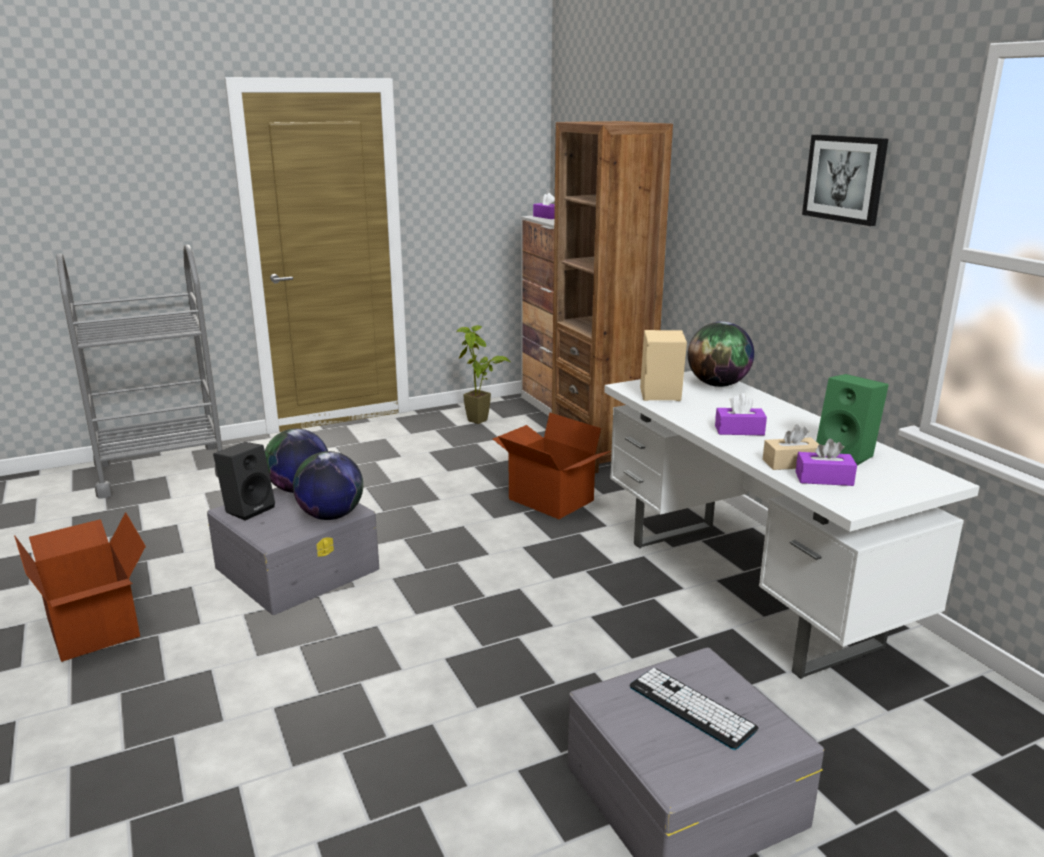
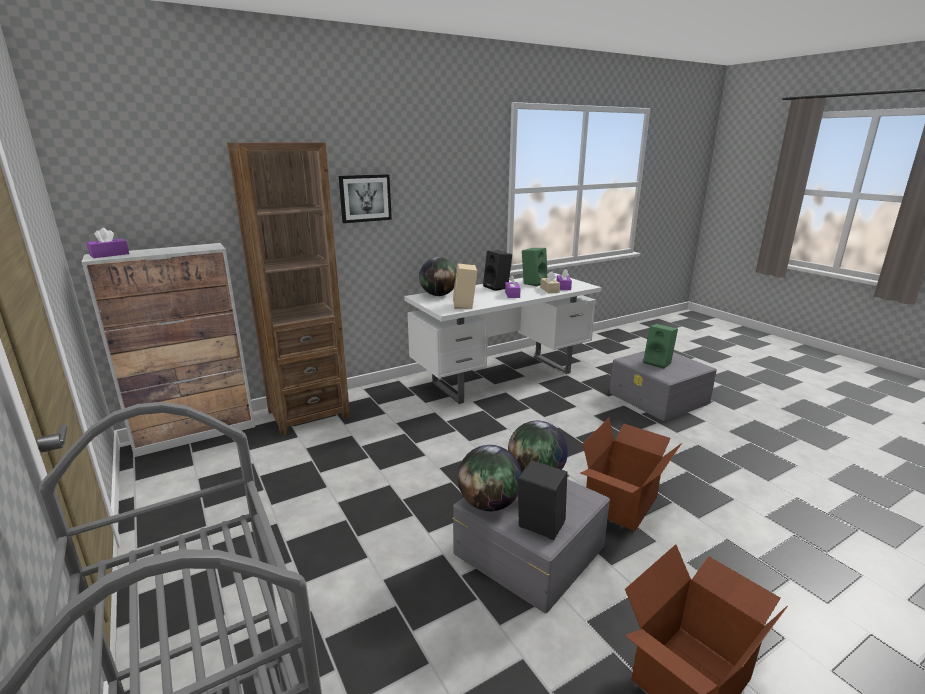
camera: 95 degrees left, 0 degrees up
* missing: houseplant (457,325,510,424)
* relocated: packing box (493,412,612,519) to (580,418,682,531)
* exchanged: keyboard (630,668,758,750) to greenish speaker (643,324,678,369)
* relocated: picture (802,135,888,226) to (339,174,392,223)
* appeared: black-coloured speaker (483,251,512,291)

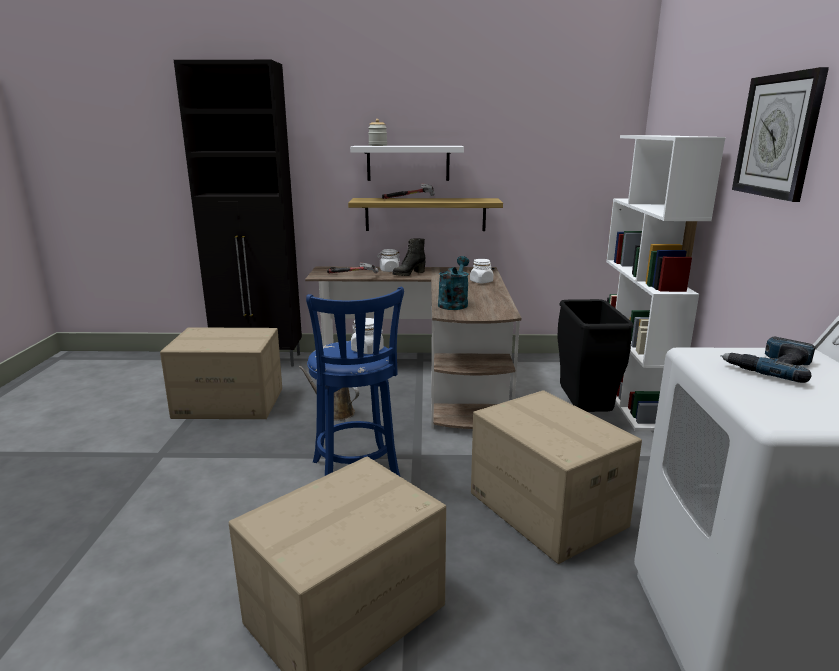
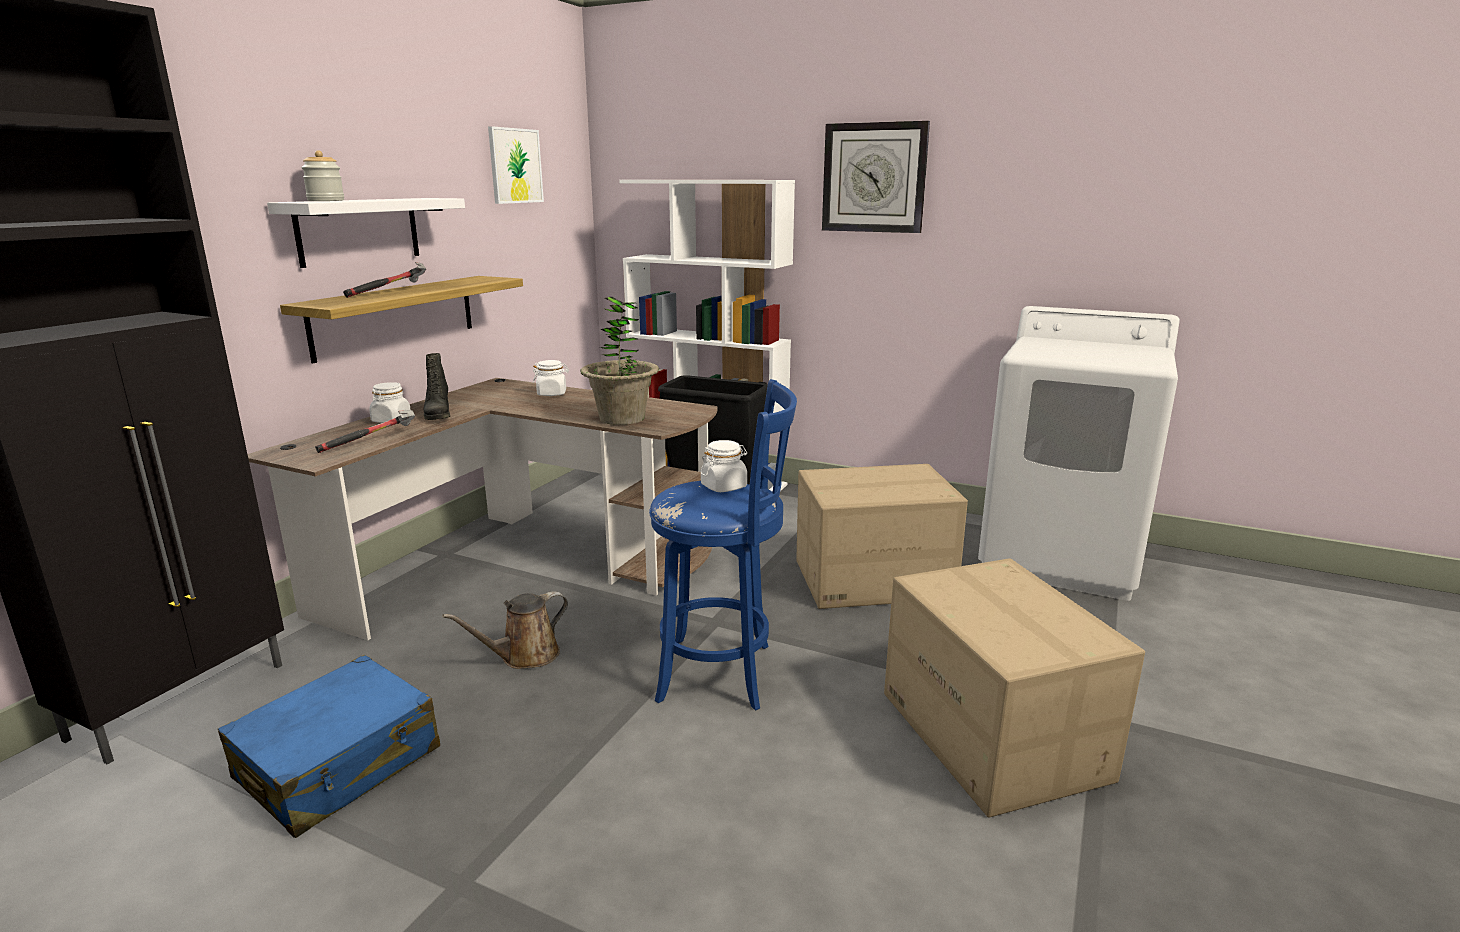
camera: 65 degrees left, 0 degrees up
* exchanged: packing box (160,327,282,419) to blue-coloured piece of luggage (218,655,440,838)
* exchanged: turquoise watering pot (438,256,469,310) to houseplant (580,297,659,425)
* missing: power drill (721,337,816,383)
* appeared: picture (488,126,544,204)

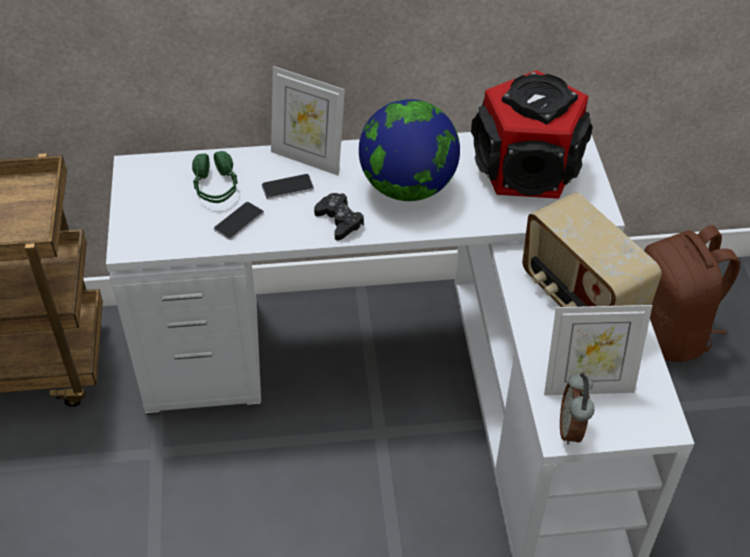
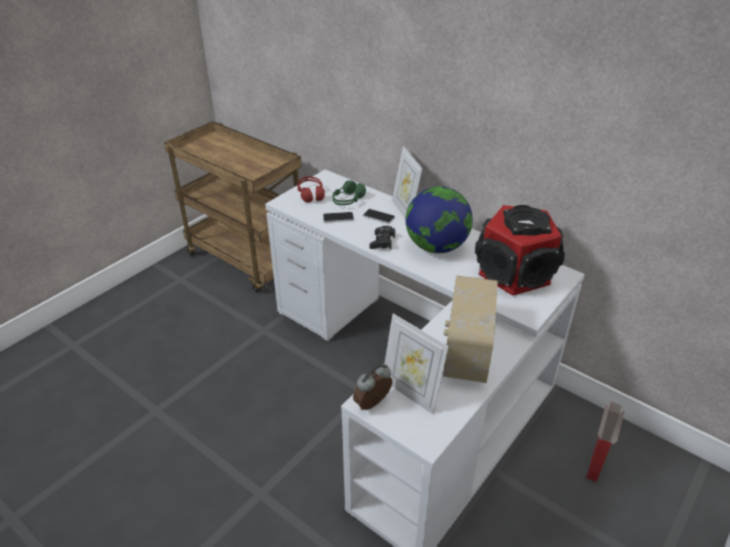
camera: 45 degrees right, 10 degrees down
* exchanged: brown knapsack (644,225,740,362) to packing box (586,402,625,482)
* appeared: reddish headphones (297,176,325,202)

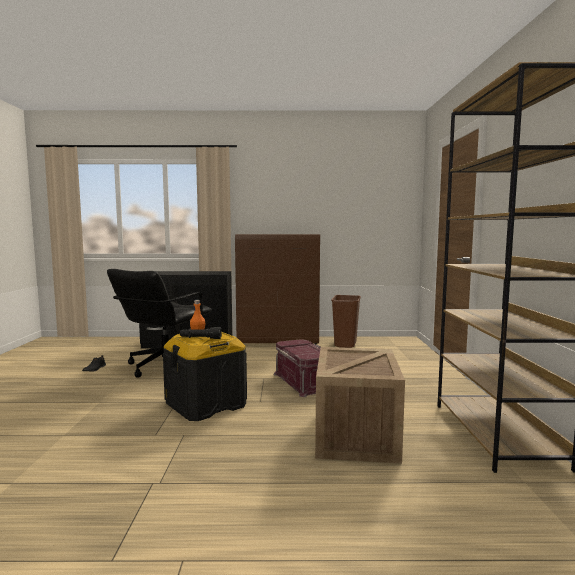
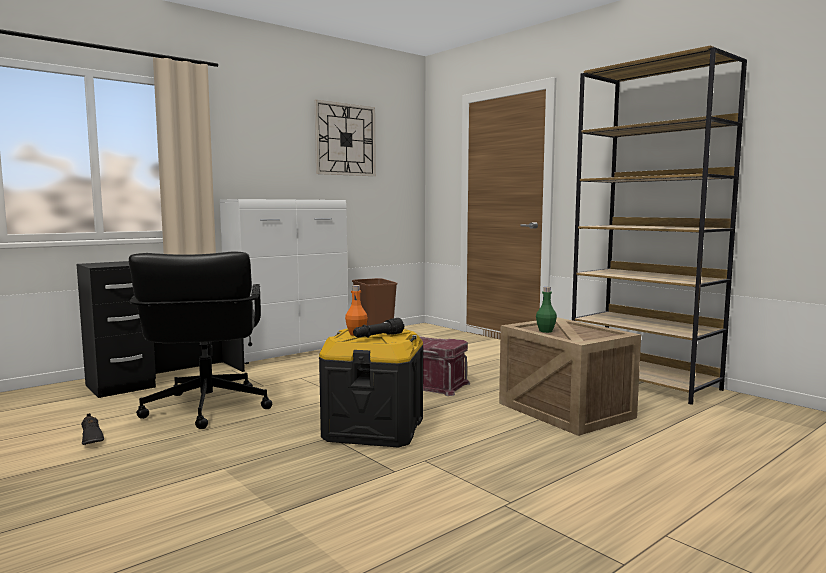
camera: 40 degrees left, 0 degrees up
* colour: brown cabinet (235,234,320,344) to white cabinet (220,199,348,364)
* appeared: hanging clock (315,100,376,176)
* appeared: greenish bottle (536,287,557,333)

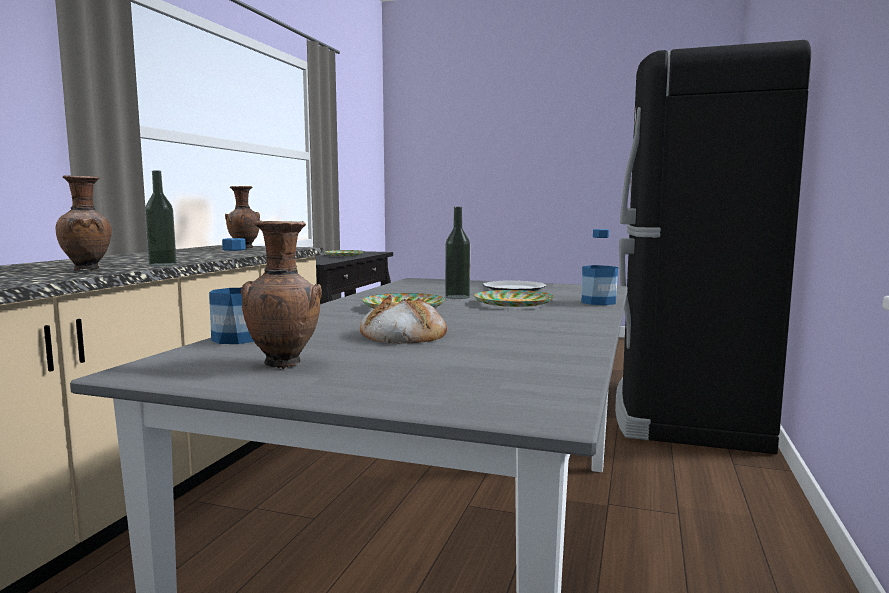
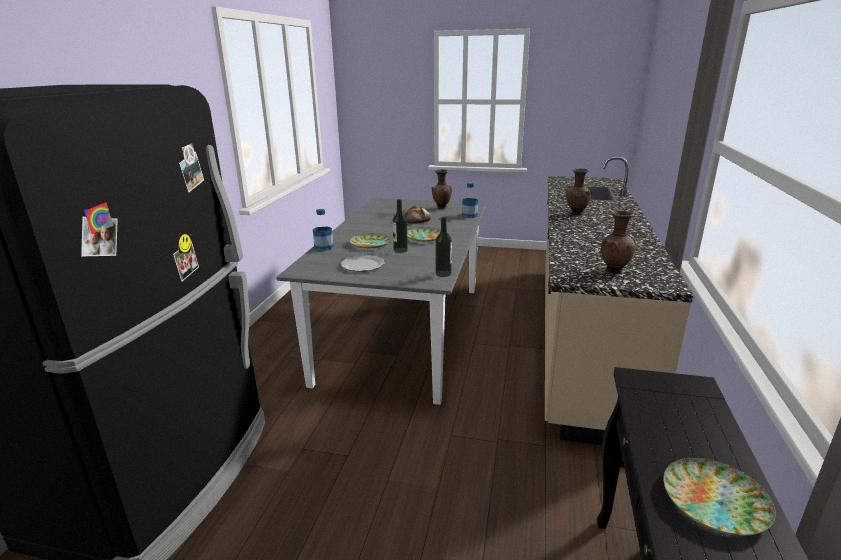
camera: 175 degrees right, 15 degrees up
* relocated: bottle (145,170,177,266) to (436,217,452,277)

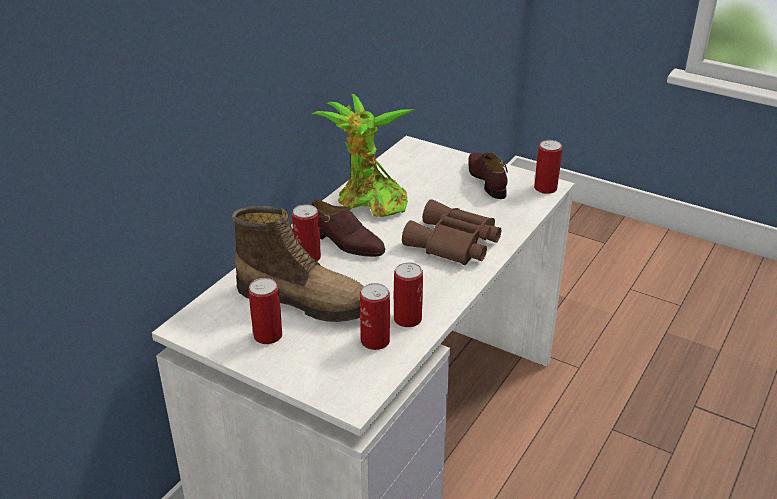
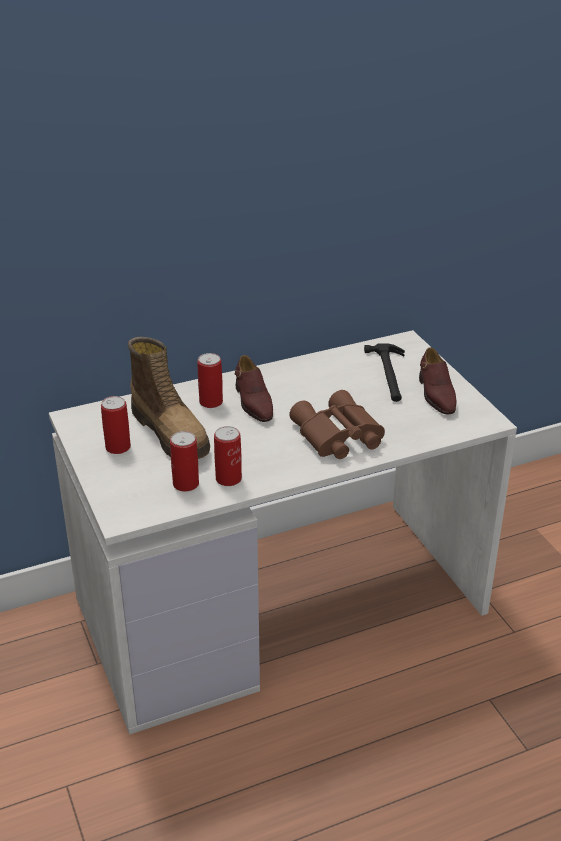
camera: 35 degrees right, 0 degrees up
* missing: houseplant (312,94,414,217)
* spun: brown item of footwear (468,152,508,199) = (419,347,456,414) 150 degrees clockwise
* missing: metal can (534,140,562,194)
* appeared: tool hammer (364,343,405,402)

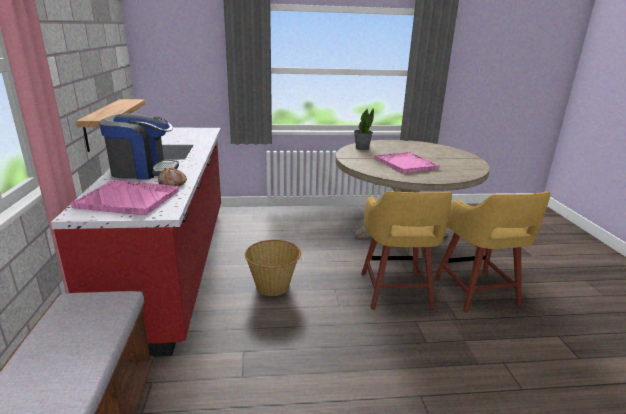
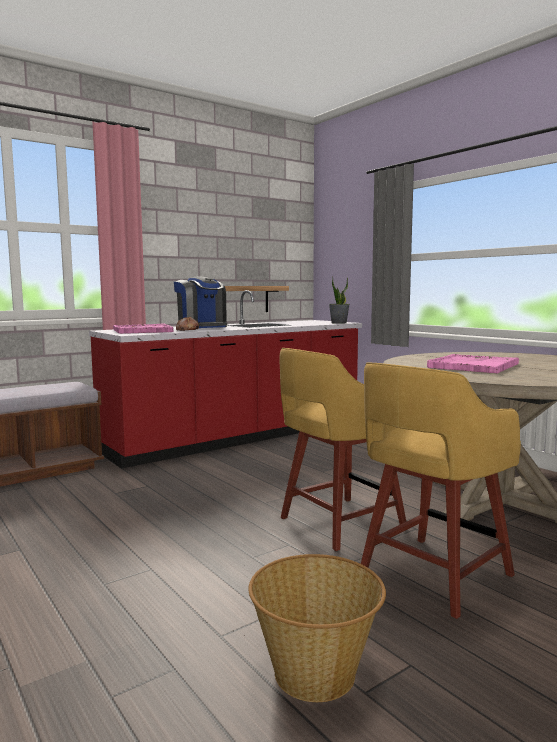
camera: 60 degrees right, 15 degrees down
* relocated: storage basket (245,240,301,296) to (248,554,386,702)
* relocated: houseplant (354,108,374,150) to (329,276,350,324)

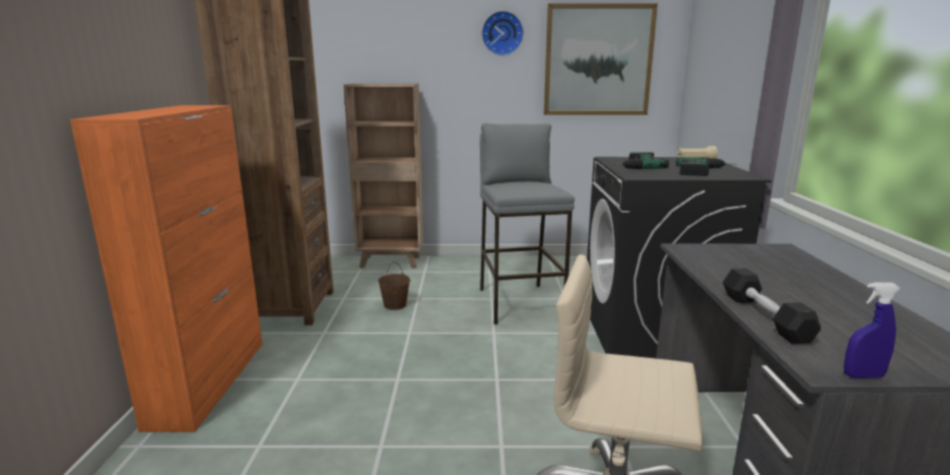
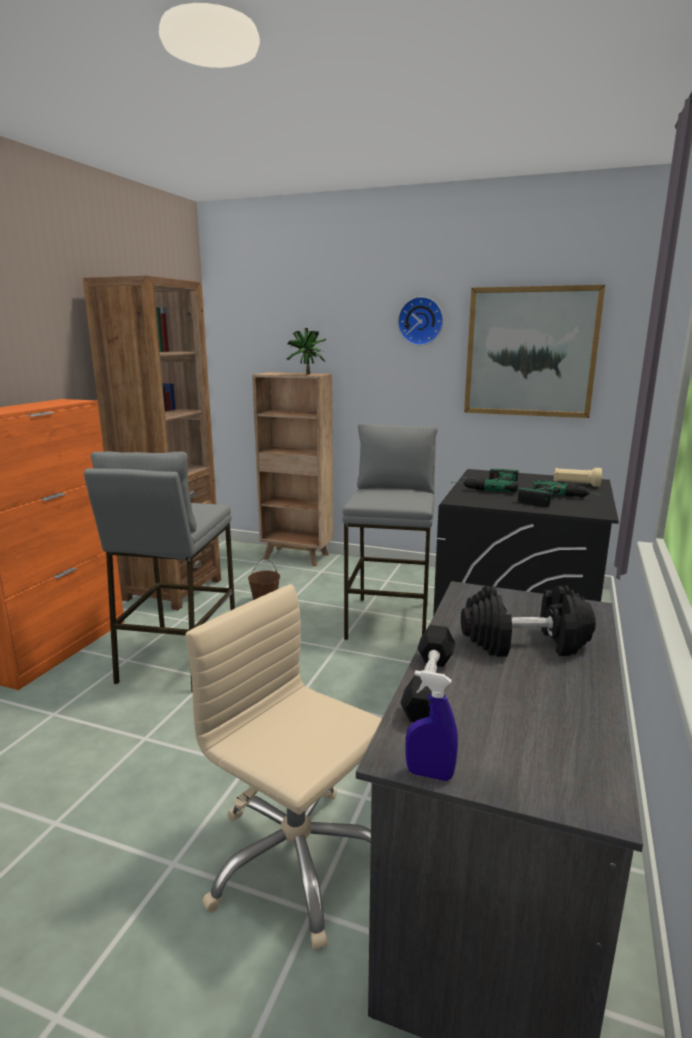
camera: 20 degrees right, 0 degrees up
* appeared: greyish stool (84,451,235,692)
* appeared: houseplant (286,328,326,374)
* appeared: black-coloured dumbbell (461,586,596,657)

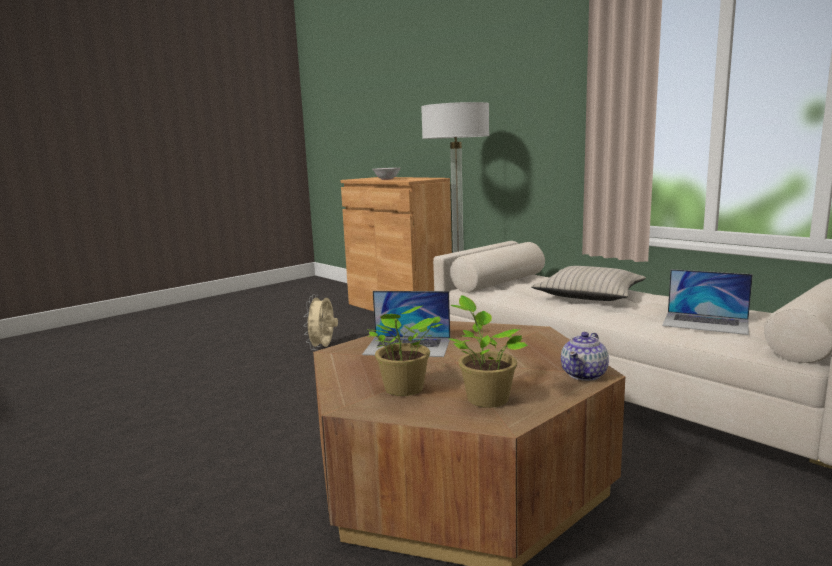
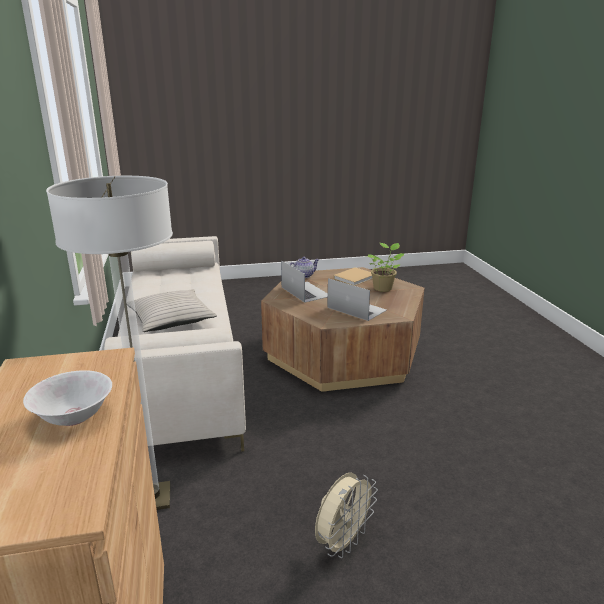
camera: 150 degrees left, 10 degrees up
* exchanged: houseplant (449,295,528,408) to beige bound book (333,267,372,286)
* relocated: laptop (662,269,753,335) to (281,260,328,303)

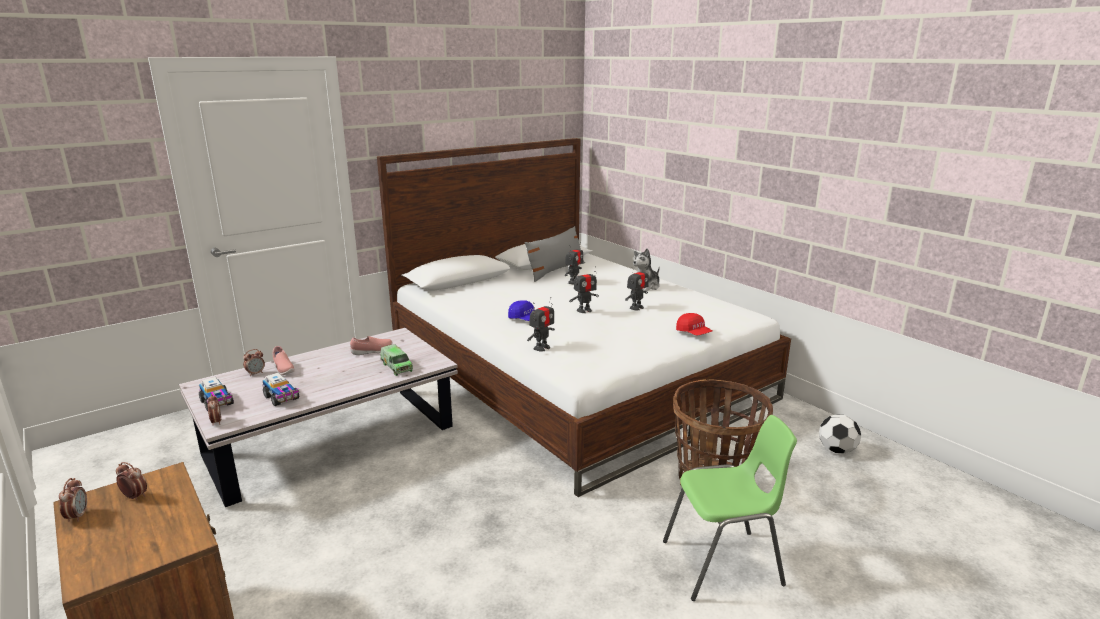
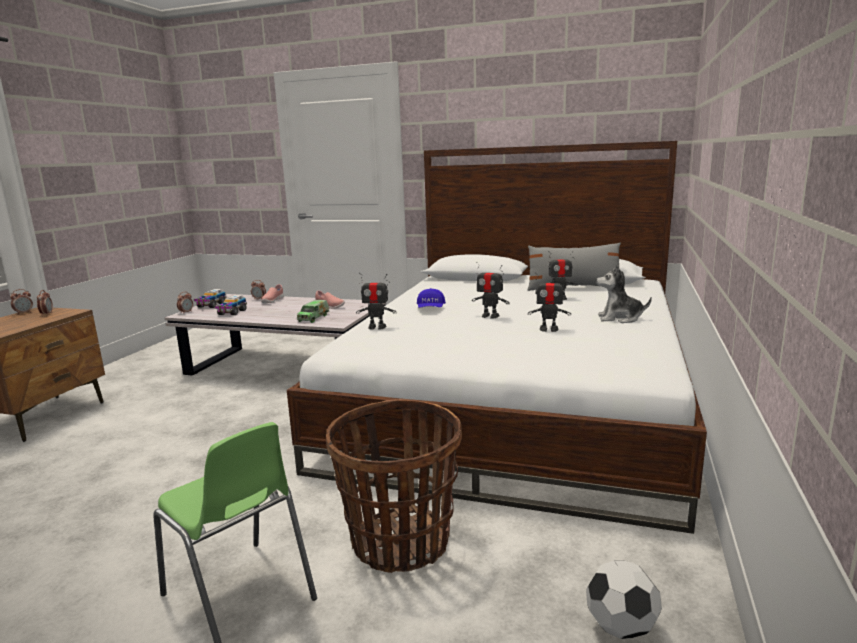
camera: 55 degrees right, 5 degrees down
* missing: reddish cap (676,313,712,335)

